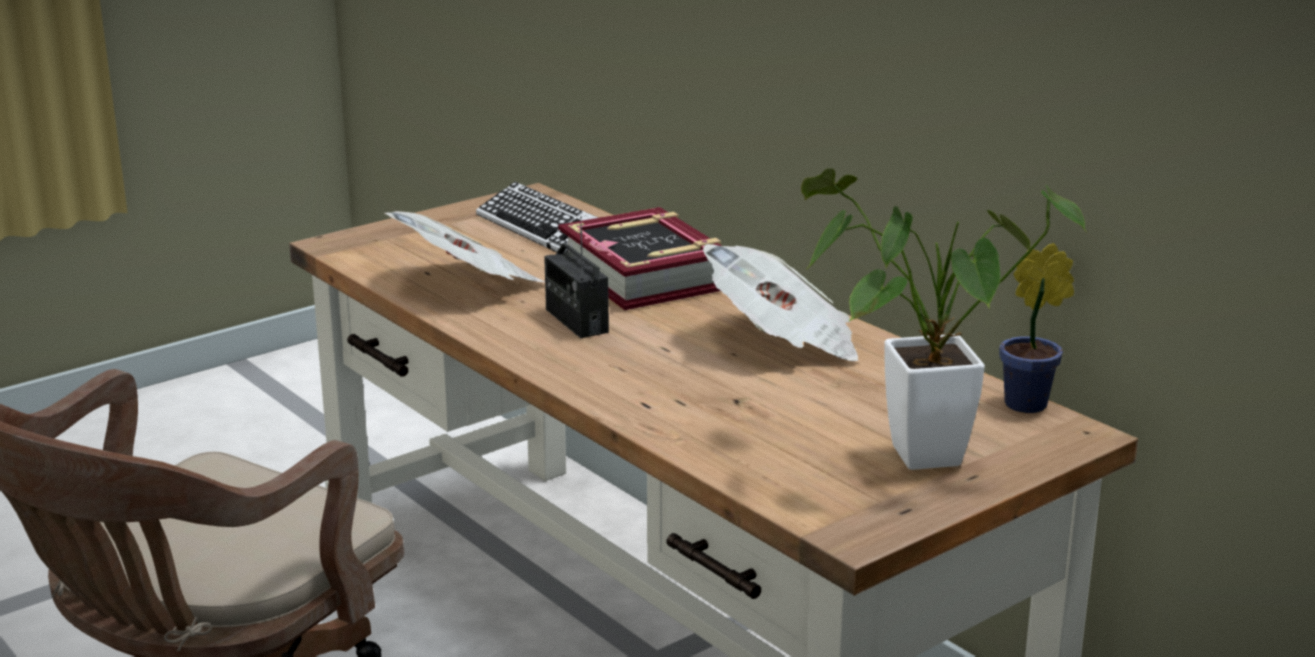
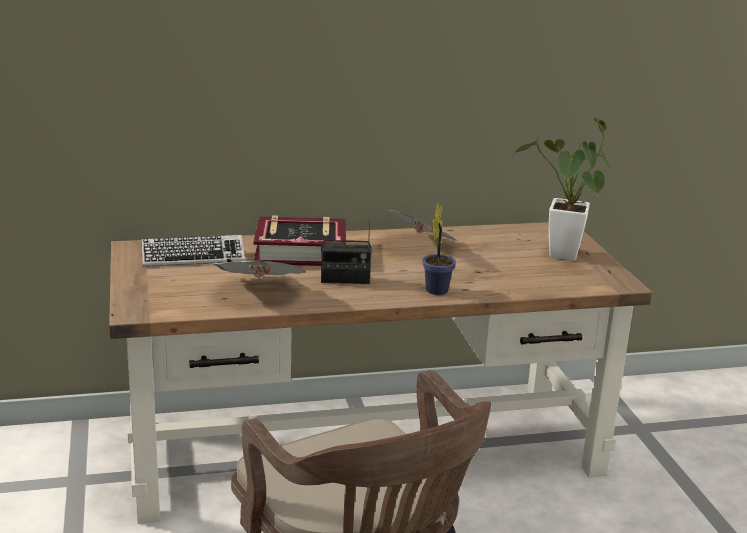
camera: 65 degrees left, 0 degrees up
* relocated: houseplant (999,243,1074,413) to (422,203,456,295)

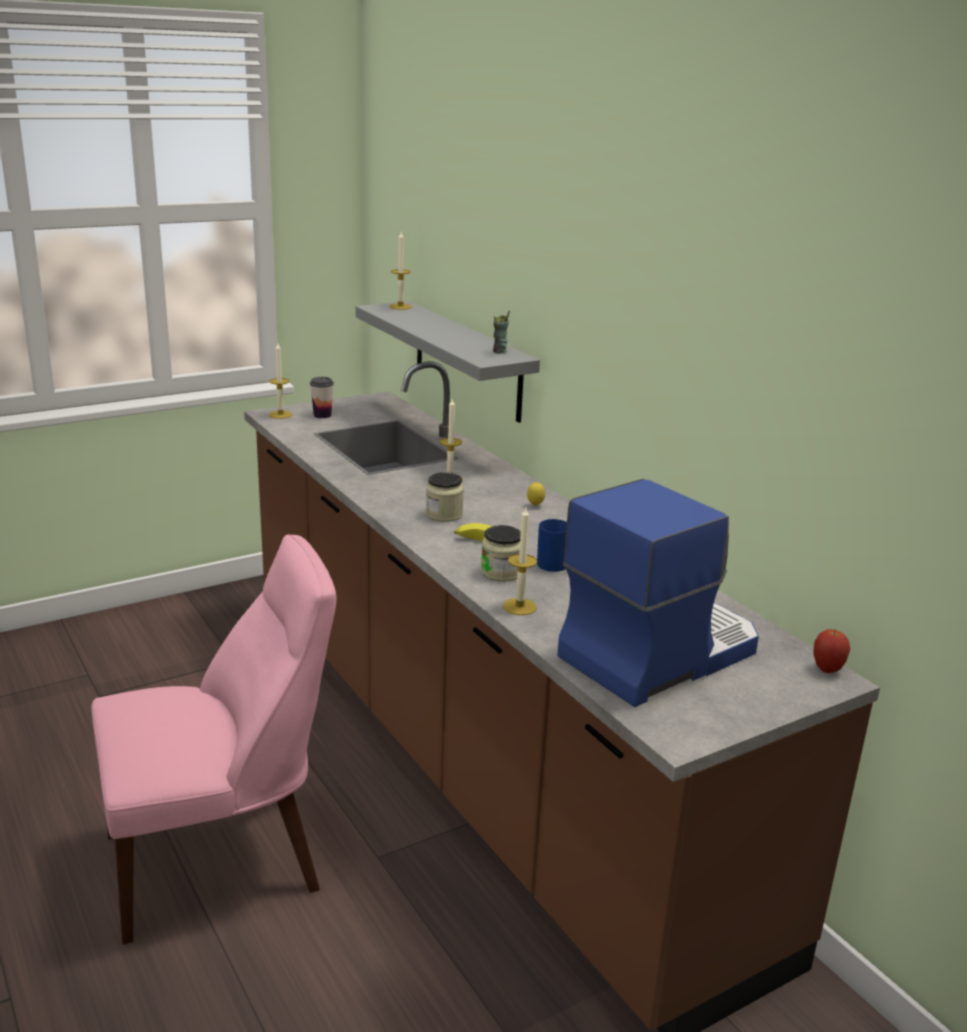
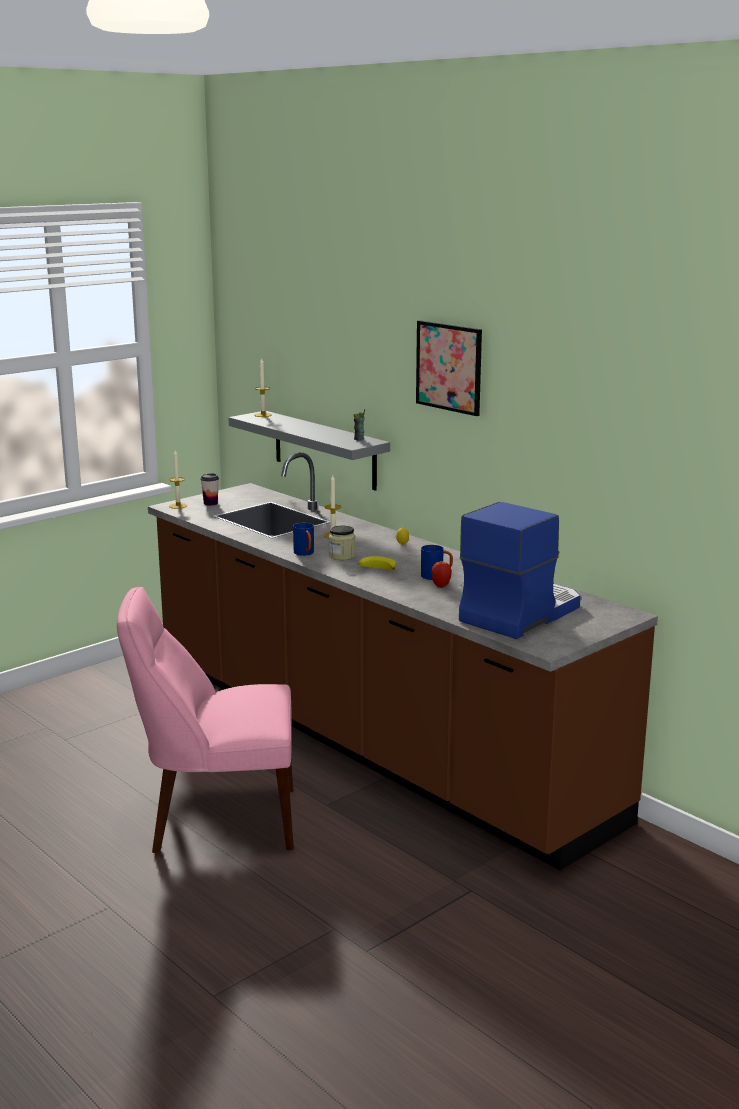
camera: 10 degrees left, 5 degrees down
* spun: pink chair (92,534,336,944) = (117,586,294,853) 150 degrees counterclockwise
* missing: preserve jar (481,525,521,582)
* missing: wax light (503,508,537,615)
* relocated: apple fruit (813,629,850,673) to (431,560,452,588)
* appeared: blue-coloured tea mug (293,523,314,556)
* appeared: picture (416,320,482,416)

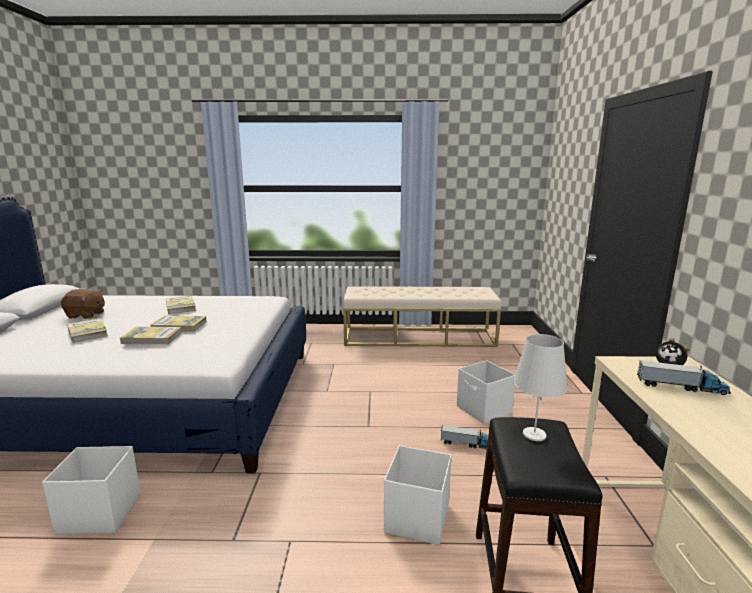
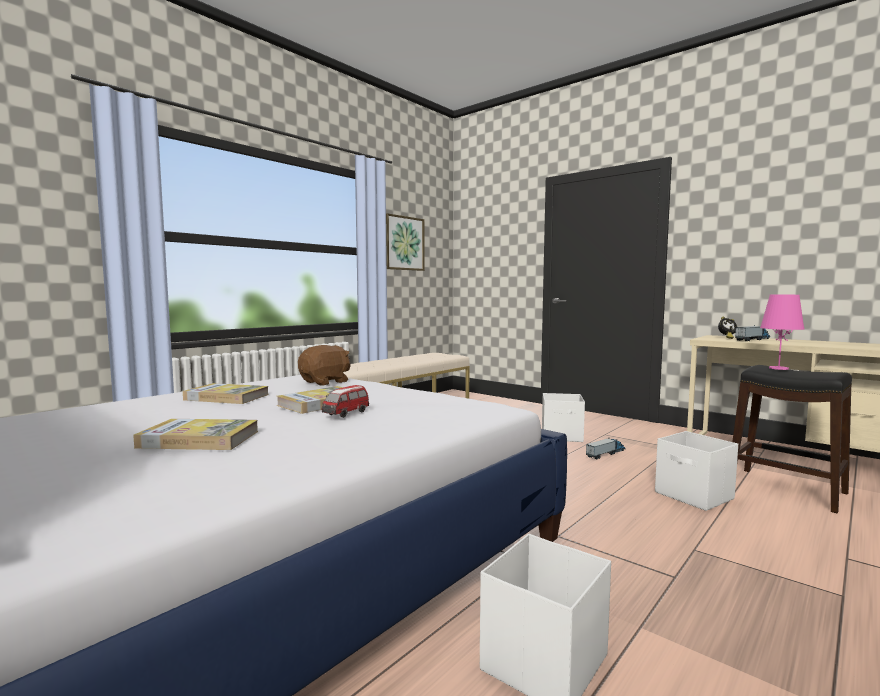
camera: 50 degrees left, 10 degrees down
* relocated: brown plush toy (61,289,105,319) to (298,345,351,386)
* exchanged: bound book (120,327,182,344) to toy car (321,385,369,418)
* colour: white table lamp (513,334,568,441) to pink table lamp (760,295,805,370)
* appeared: picture (386,213,425,271)

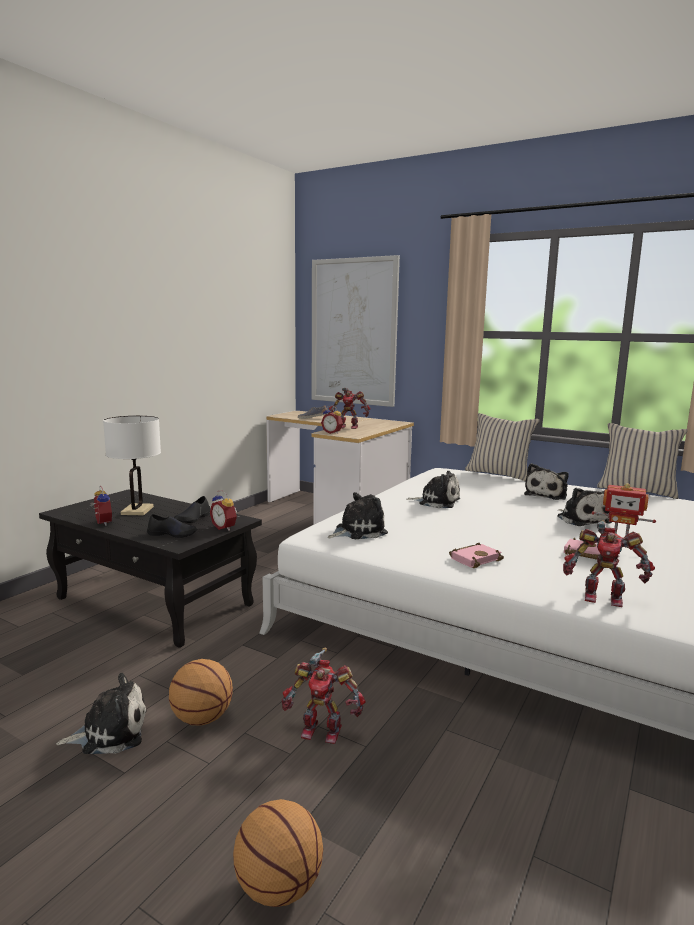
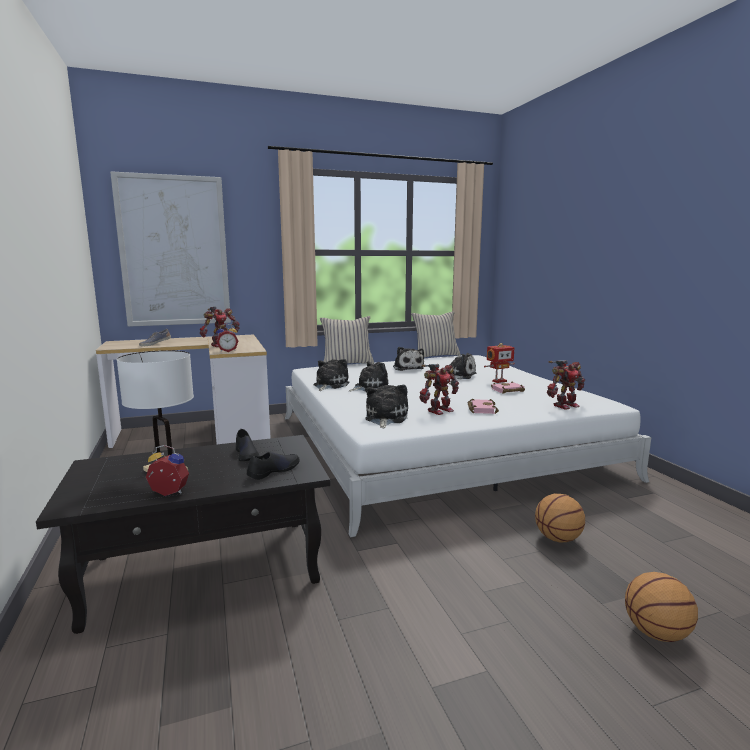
camera: 50 degrees left, 0 degrees up
* relocated: plush toy (56,673,146,754) to (313,359,350,391)
* relocated: basketball ball (169,659,233,726) to (535,494,585,542)
* missing: table clock (210,490,237,531)
* relocated: model robot (282,647,366,744) to (419,364,459,415)

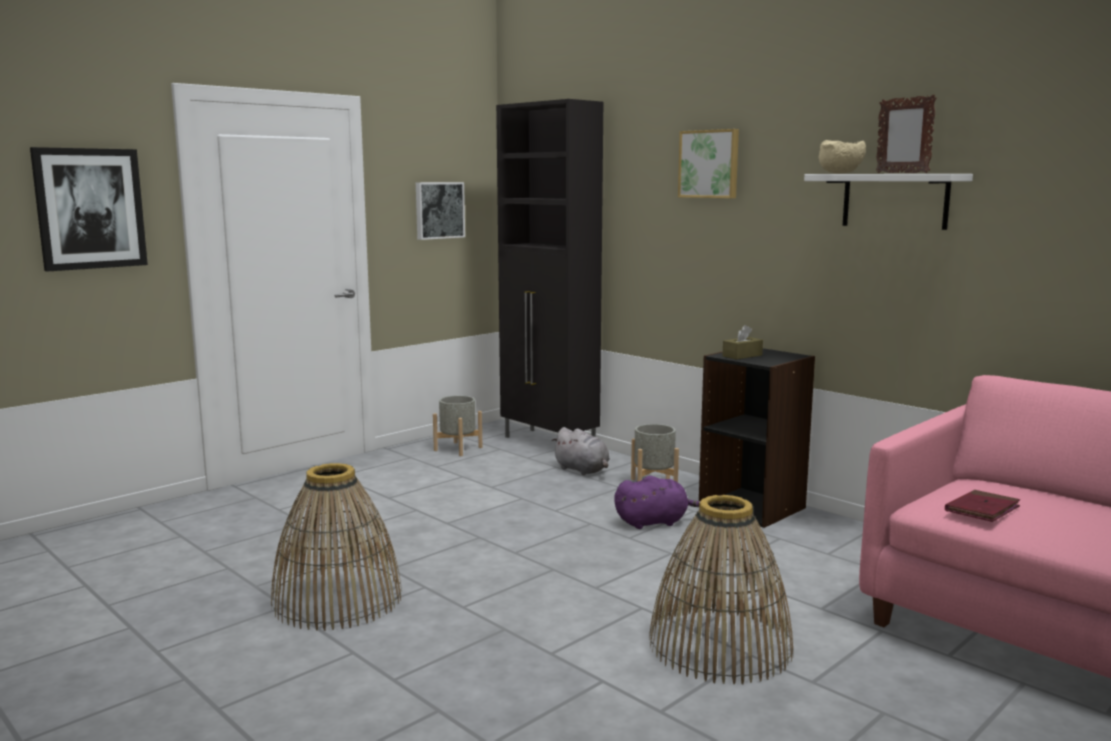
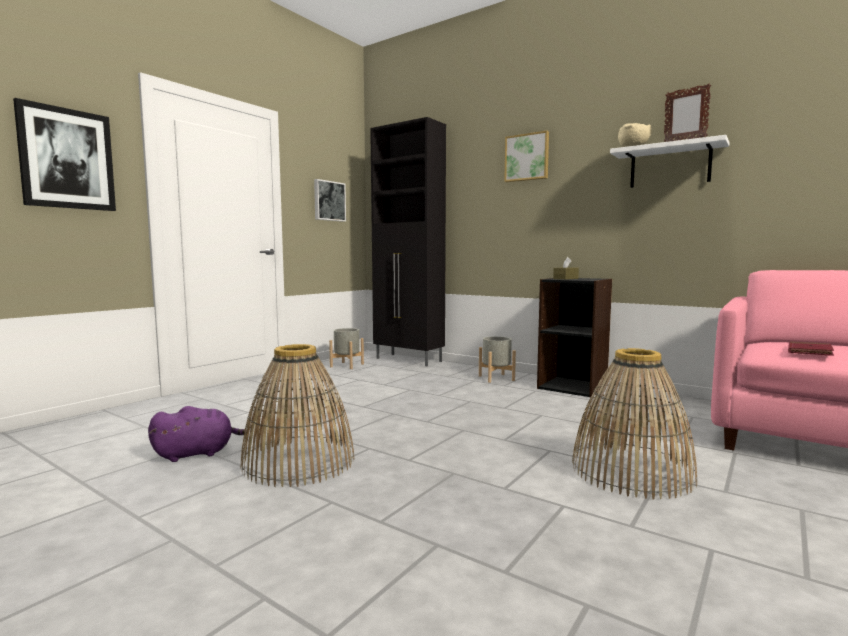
camera: 10 degrees left, 5 degrees down
* missing: greyish plush toy (551,427,610,475)
* relocated: purplish plush toy (614,476,700,529) to (148,406,247,462)

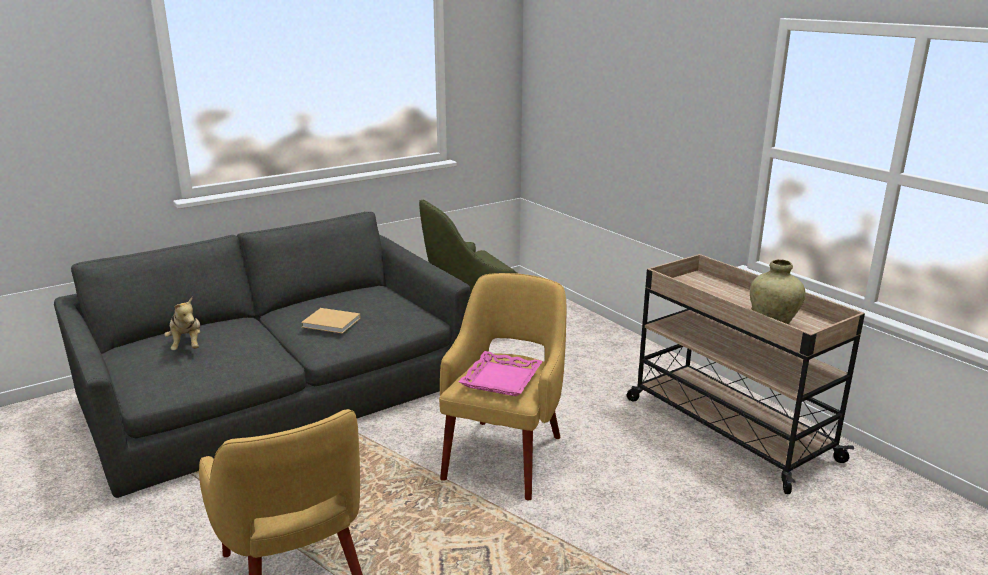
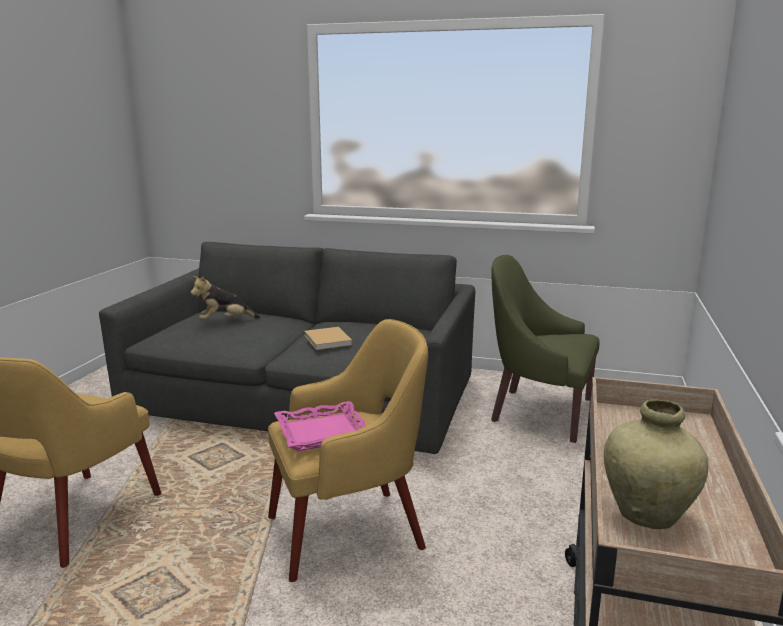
camera: 50 degrees right, 5 degrees down
* spun: plush toy (164,297,200,350) = (190,276,260,319) 45 degrees clockwise

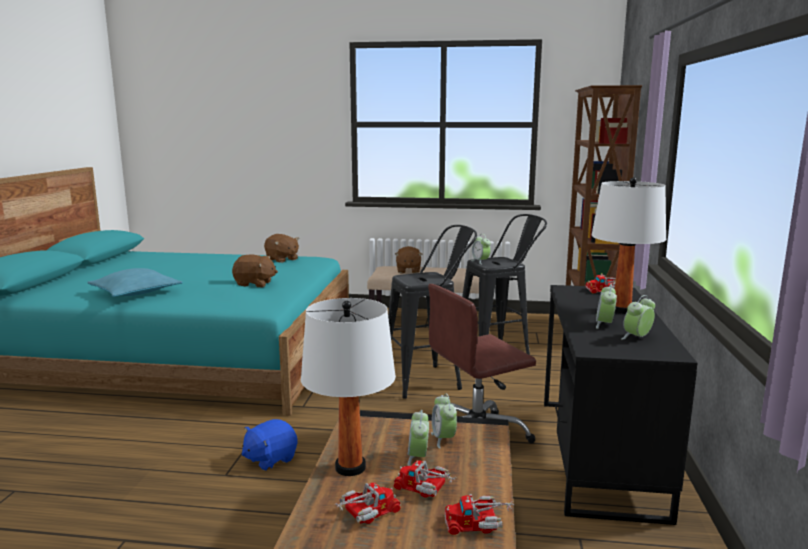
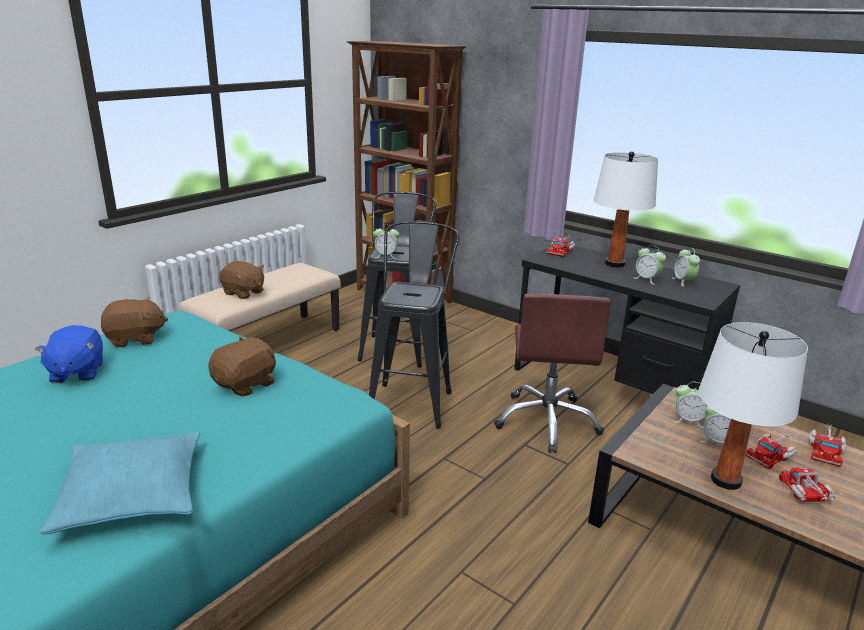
camera: 60 degrees left, 10 degrees up
* relocated: blue-coloured plush toy (242,419,297,471) to (35,325,103,383)

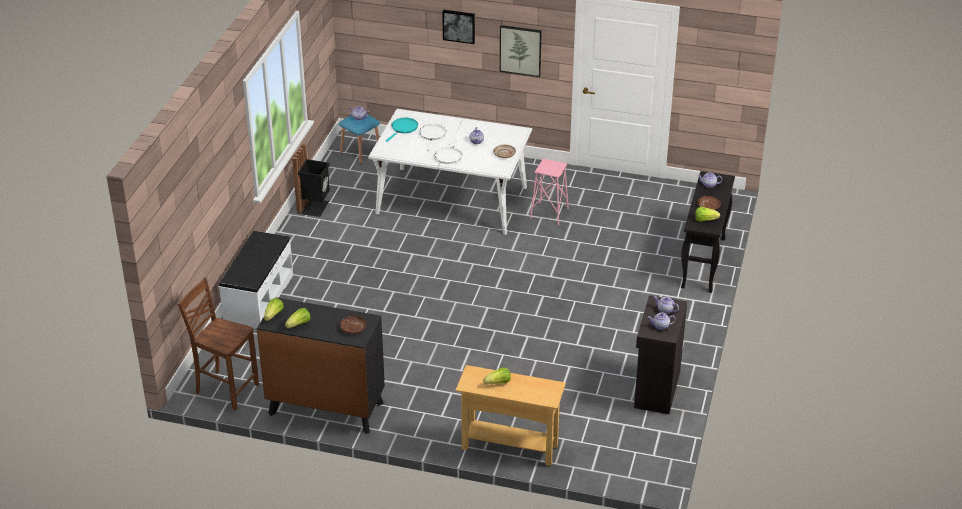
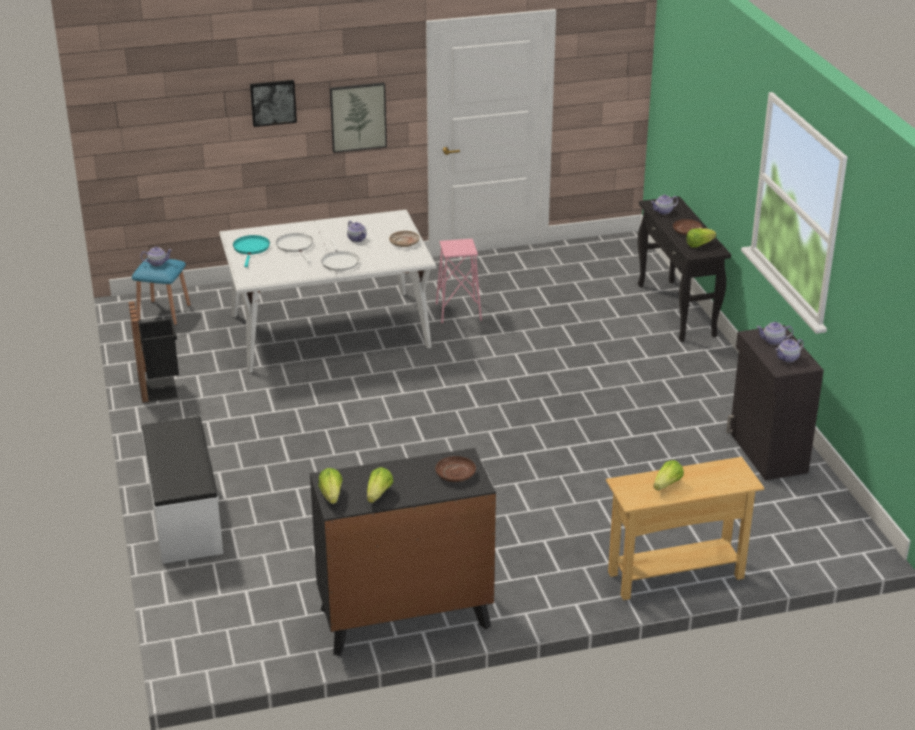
camera: 30 degrees left, 5 degrees down
* missing: brown chair (178,277,259,410)

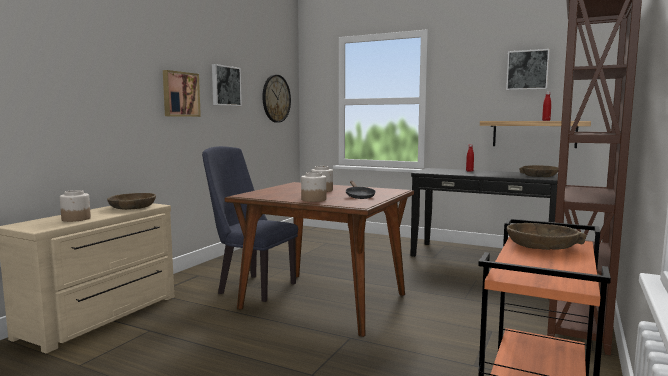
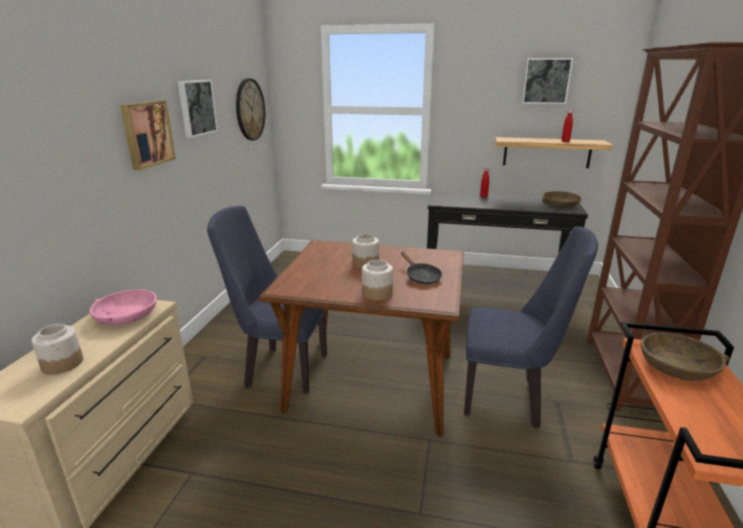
camera: 15 degrees left, 15 degrees up
* colour: brown serving bowl (107,193,156,210) to pink serving bowl (90,289,157,325)
* appeared: blue-coloured chair (464,227,598,428)

